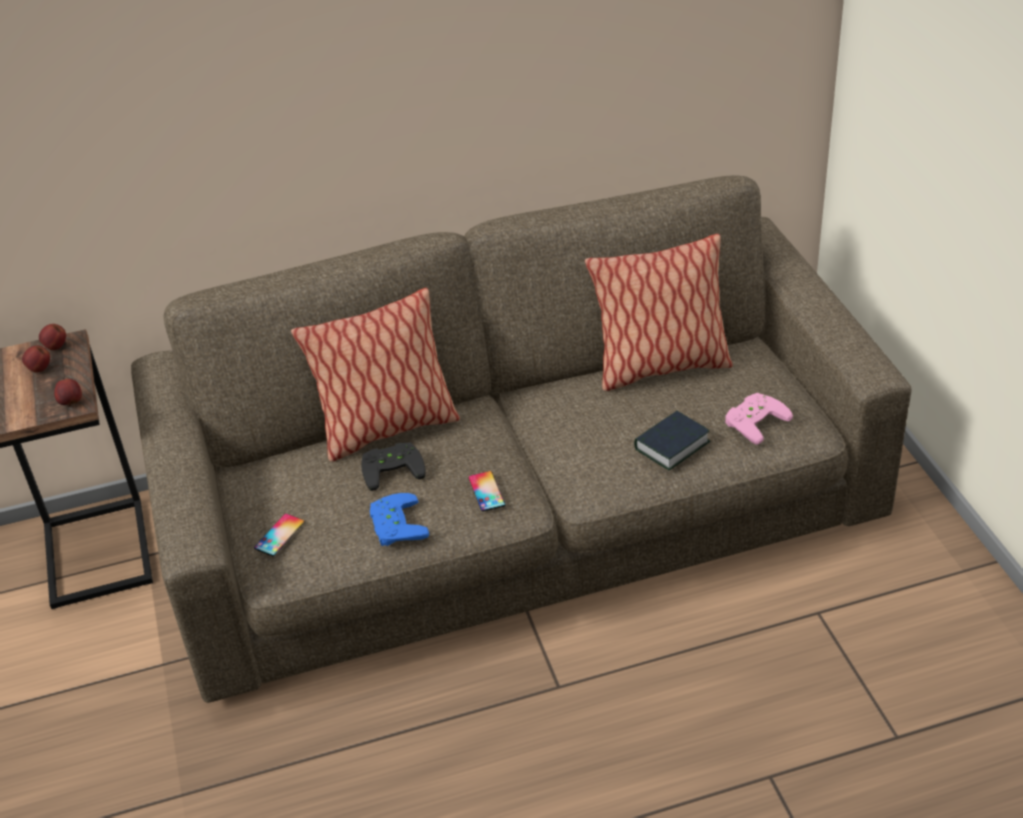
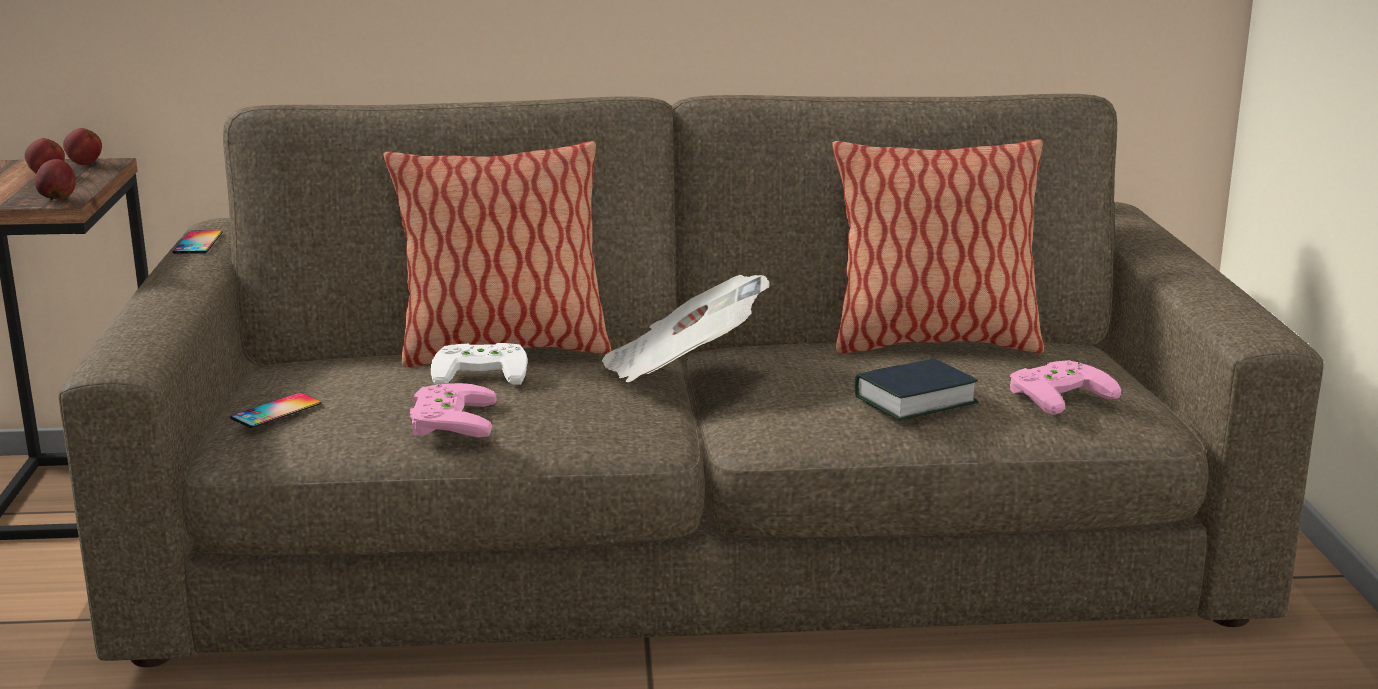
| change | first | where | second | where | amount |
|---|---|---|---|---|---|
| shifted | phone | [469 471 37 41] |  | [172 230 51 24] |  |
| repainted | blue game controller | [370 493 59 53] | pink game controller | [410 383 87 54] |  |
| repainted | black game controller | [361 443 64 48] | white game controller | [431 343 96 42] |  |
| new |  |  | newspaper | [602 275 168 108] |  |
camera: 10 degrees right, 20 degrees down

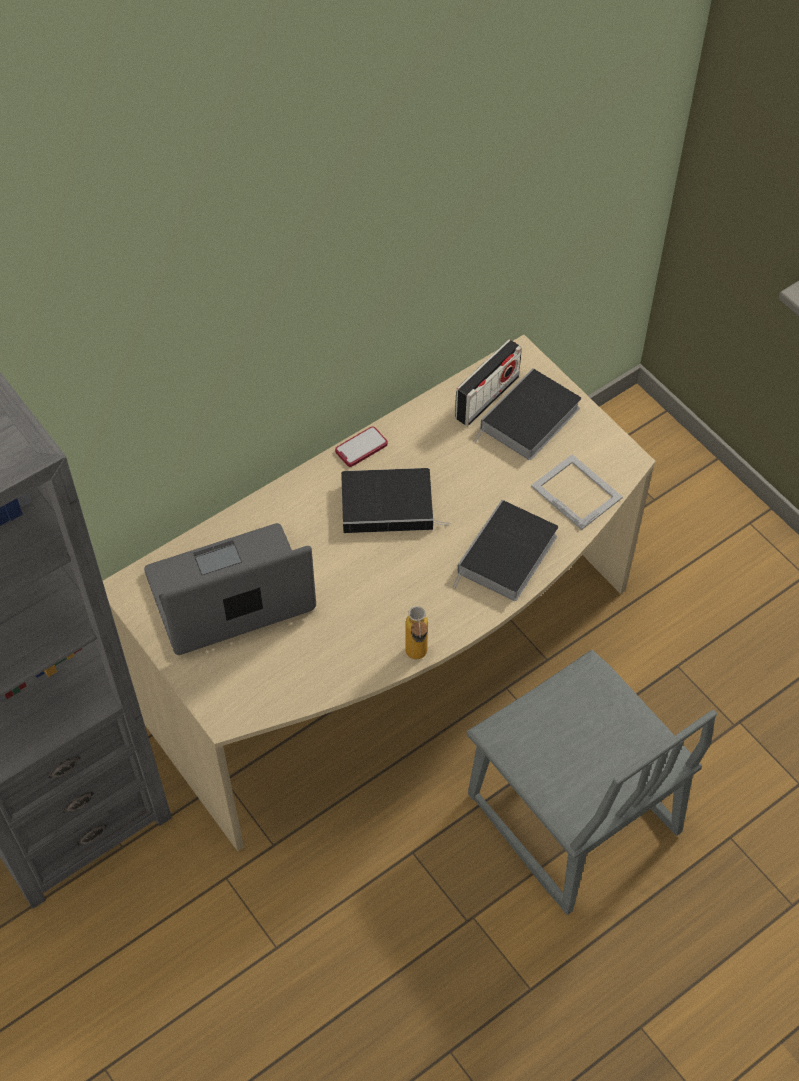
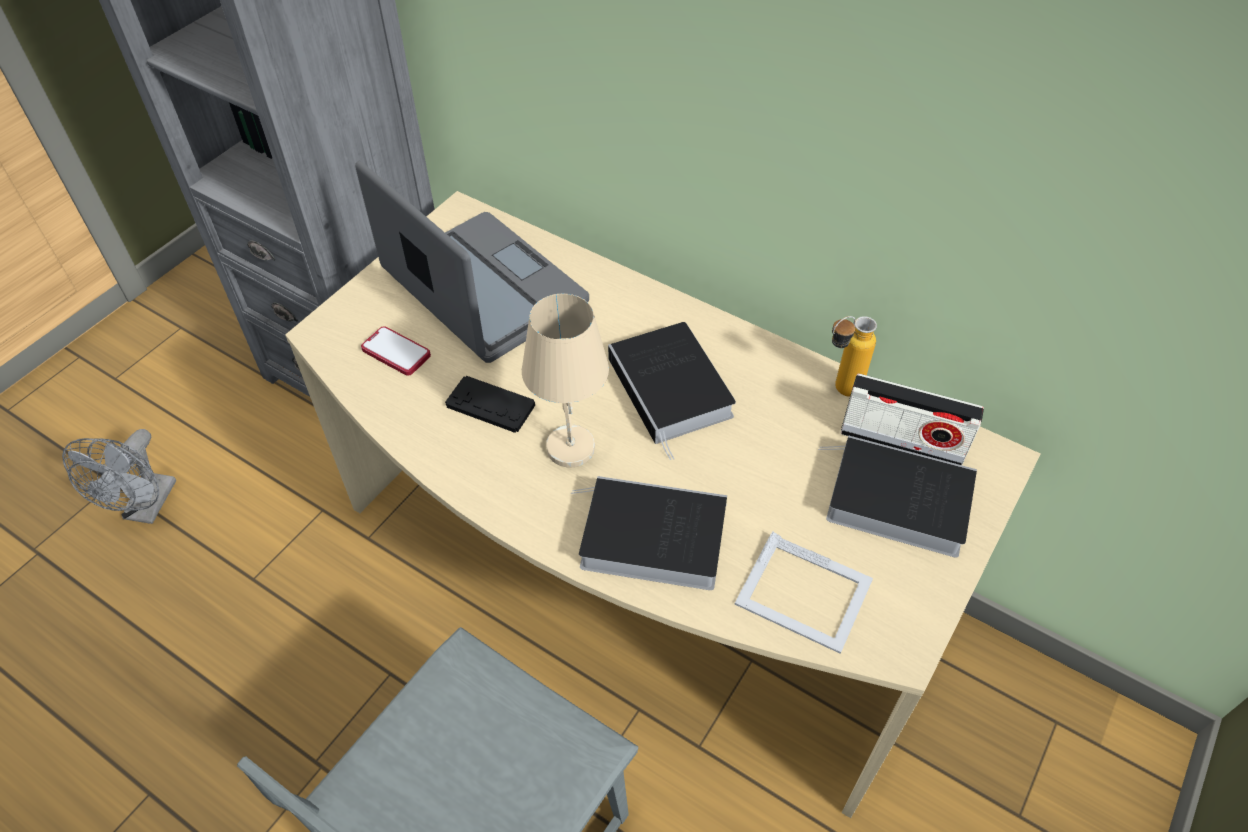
| change | first | where | second | where | amount |
|---|---|---|---|---|---|
| new |  |  | grey fan | [62 429 114 95] |  |
| shifted | phone | [335 426 53 41] |  | [361 326 70 50] |  |
| new |  |  | black game controller | [445 376 90 57] |  |
| new |  |  | beige table lamp | [522 294 87 173] |  |
| rotated | picture frame | [531 454 92 76] |  | [735 532 138 122] | 90 degrees clockwise |
| shifted | bottle | [405 606 23 53] |  | [832 316 45 81] |  |
camera: 70 degrees right, 5 degrees down

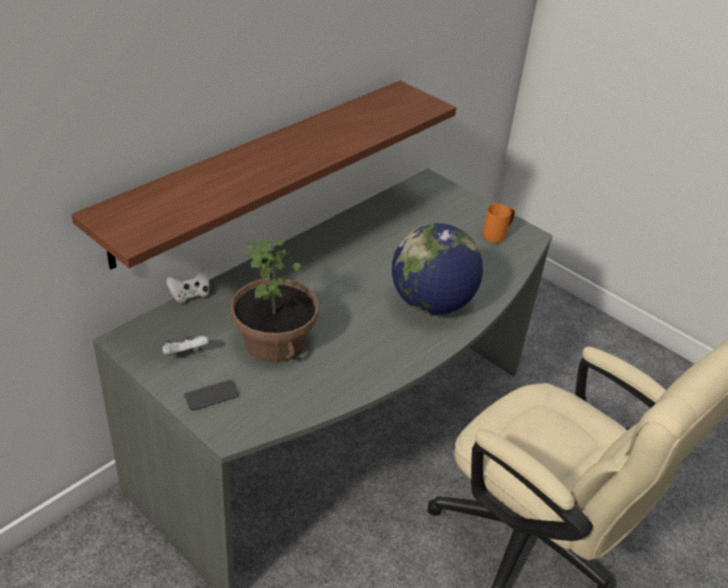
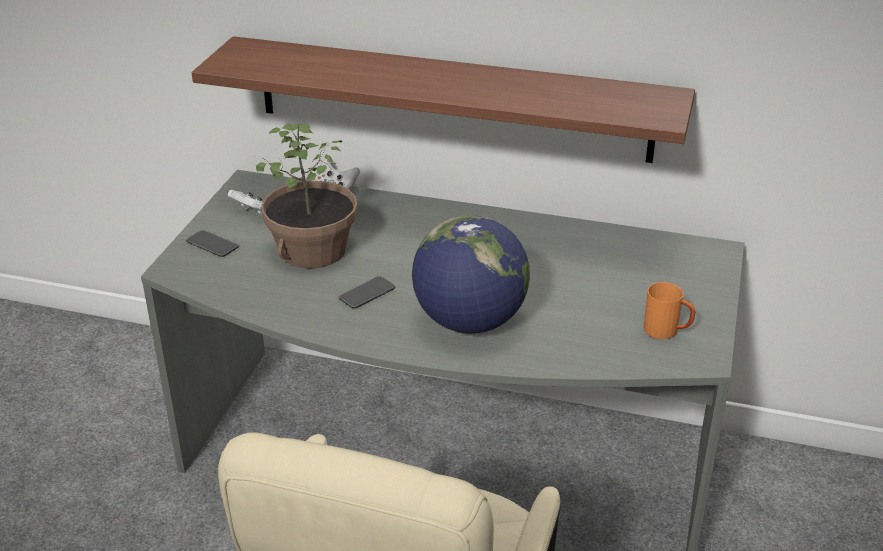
| change | first | where | second | where | amount |
|---|---|---|---|---|---|
| new |  |  | phone | [339 276 56 33] |  |
camera: 65 degrees right, 5 degrees down

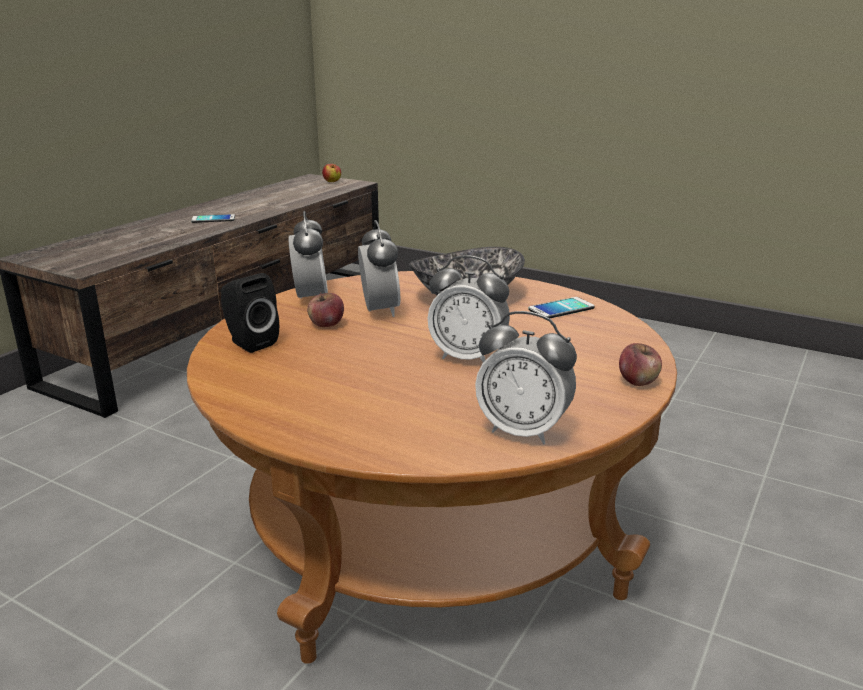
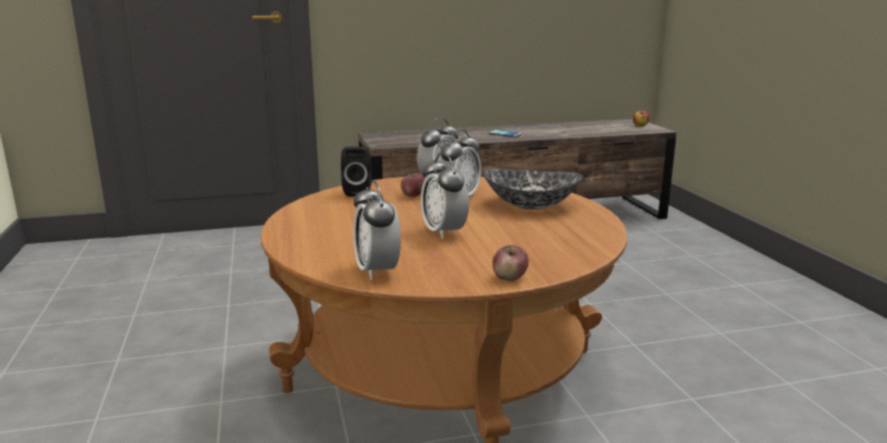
| change | first | where | second | where | amount |
|---|---|---|---|---|---|
| gone | phone | [528 297 67 21] |  |  |  |
camera: 45 degrees right, 5 degrees down

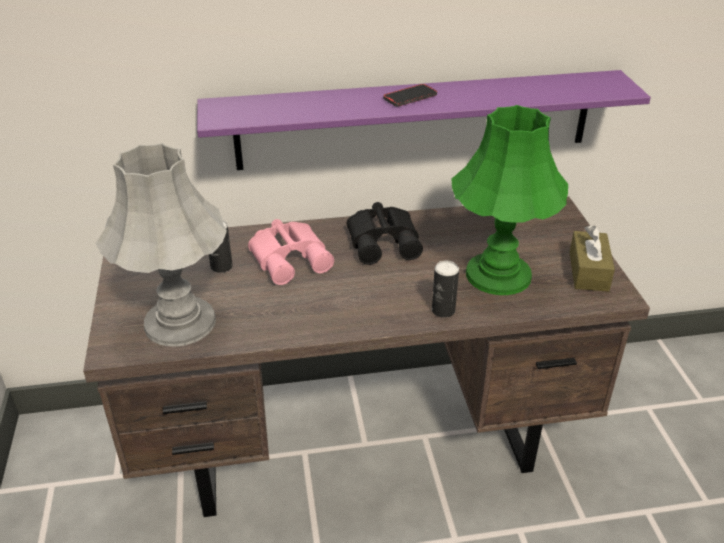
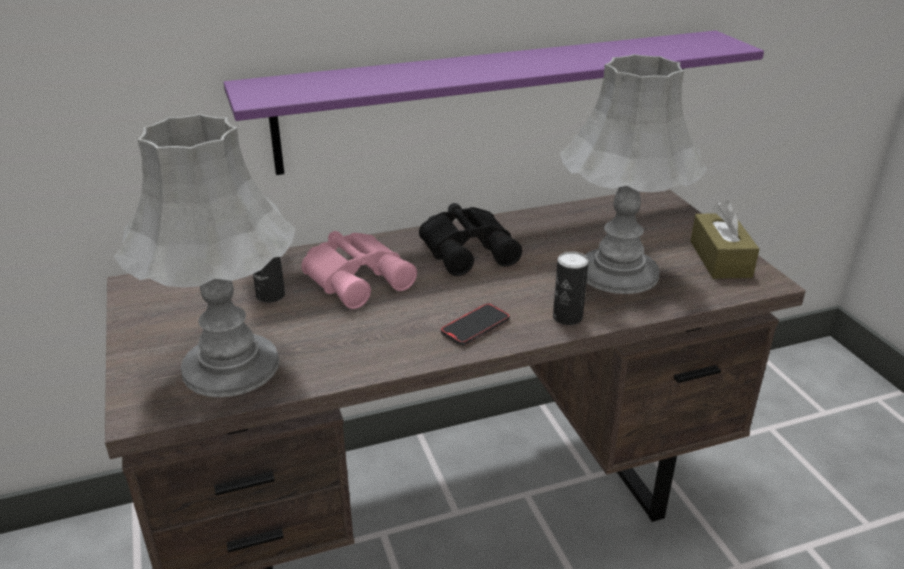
| change | first | where | second | where | amount |
|---|---|---|---|---|---|
| shifted | phone | [383 84 54 22] |  | [441 303 69 43] |  |
| repainted | green table lamp | [452 105 116 190] | grey table lamp | [560 54 147 240] |  |
camera: 10 degrees left, 5 degrees down

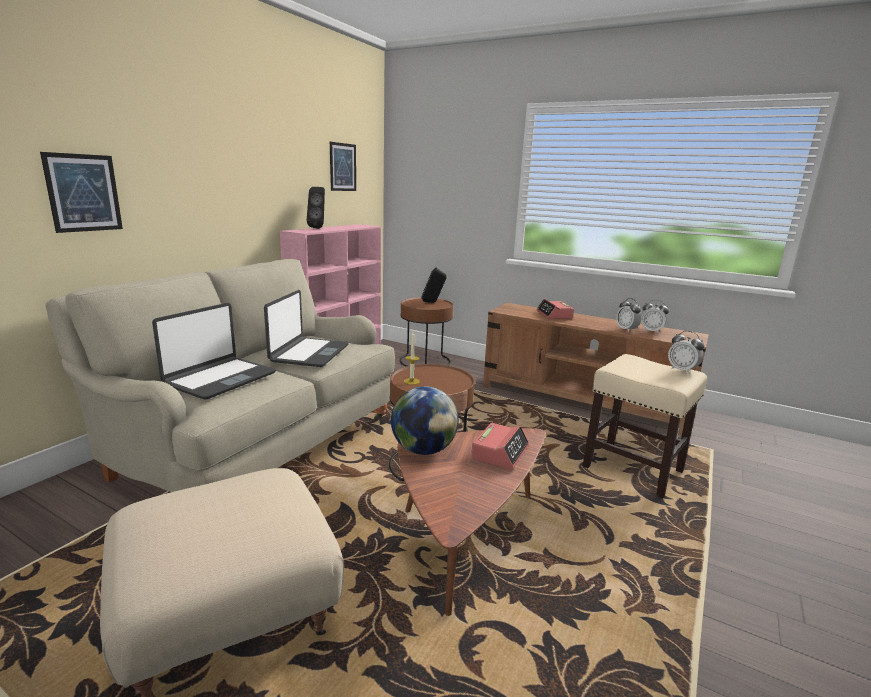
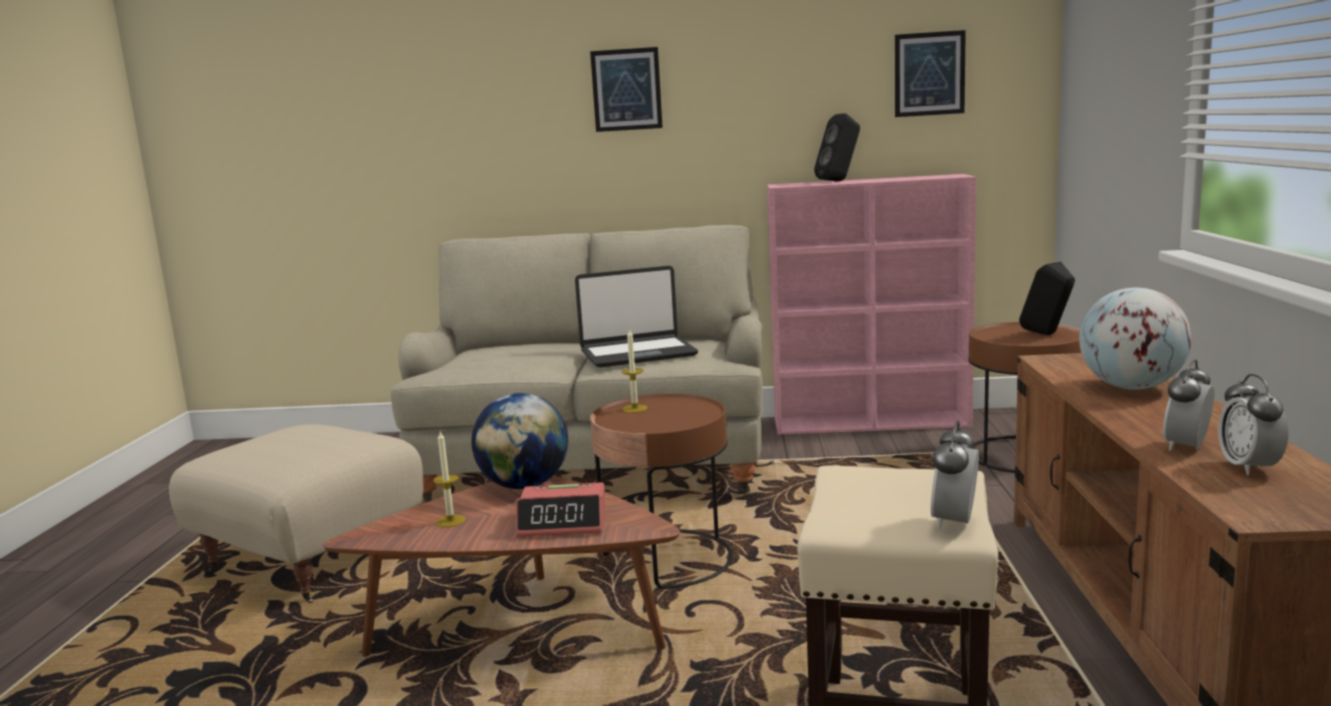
| change | first | where | second | where | amount |
|---|---|---|---|---|---|
| new |  |  | candle | [433 431 33 96] |  |
| shifted | picture | [40 152 83 81] |  | [590 47 73 85] |  |
| swapped | alarm clock | [536 299 38 20] | globe | [1079 288 113 102] |  |
| gone | laptop | [152 303 124 96] |  |  |  |
camera: 65 degrees right, 5 degrees down

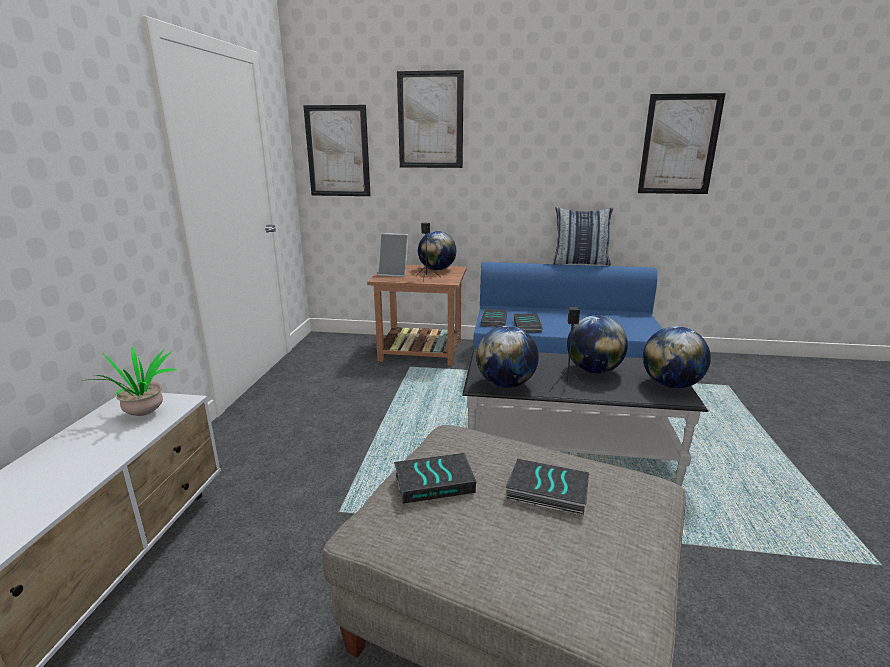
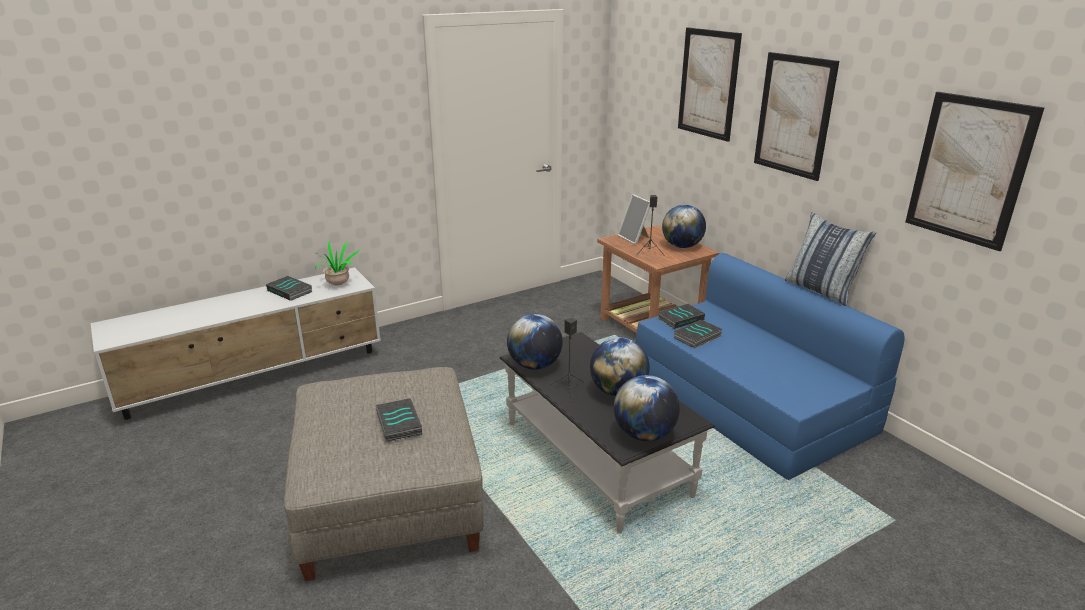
| change | first | where | second | where | amount |
|---|---|---|---|---|---|
| shifted | book | [394 453 82 51] |  | [266 276 46 25] |  |
| shifted | picture | [303 105 68 91] |  | [754 52 85 129] |  |
camera: 50 degrees right, 5 degrees up

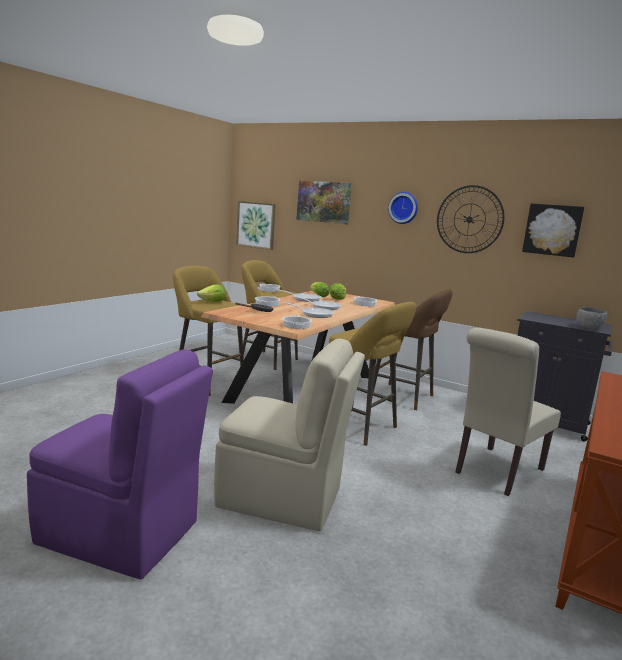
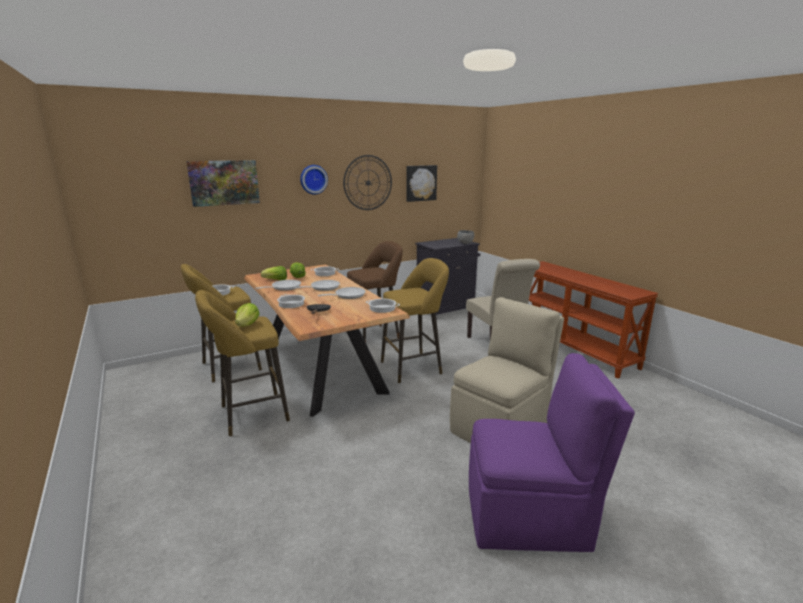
| change | first | where | second | where | amount |
|---|---|---|---|---|---|
| rotated | purple chair | [27 349 186 230] |  | [469 353 166 199] | 45 degrees clockwise |
| gone | picture | [236 201 40 49] |  |  |  |
camera: 60 degrees left, 5 degrees up

